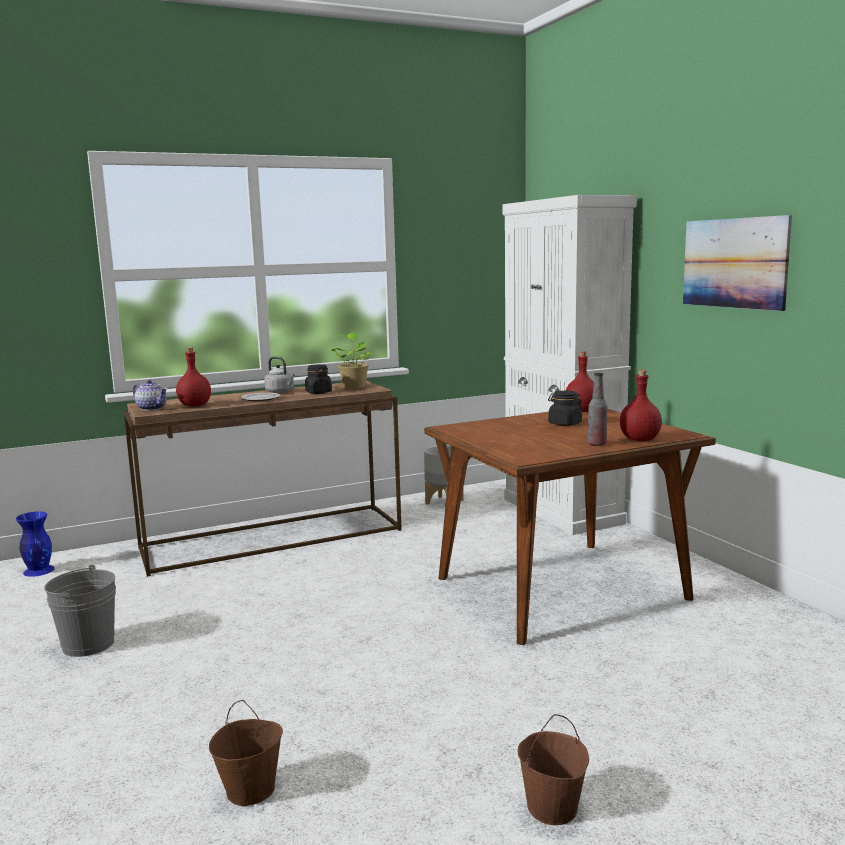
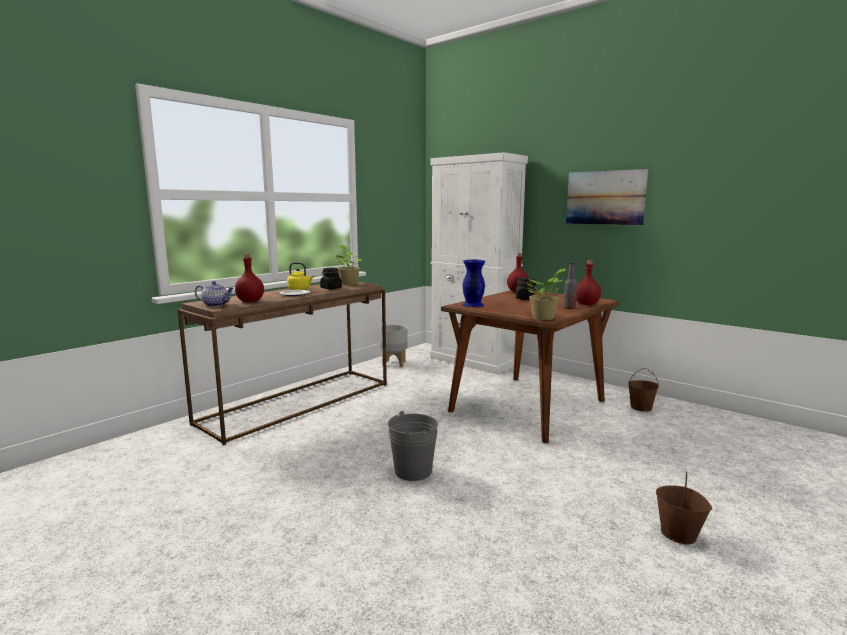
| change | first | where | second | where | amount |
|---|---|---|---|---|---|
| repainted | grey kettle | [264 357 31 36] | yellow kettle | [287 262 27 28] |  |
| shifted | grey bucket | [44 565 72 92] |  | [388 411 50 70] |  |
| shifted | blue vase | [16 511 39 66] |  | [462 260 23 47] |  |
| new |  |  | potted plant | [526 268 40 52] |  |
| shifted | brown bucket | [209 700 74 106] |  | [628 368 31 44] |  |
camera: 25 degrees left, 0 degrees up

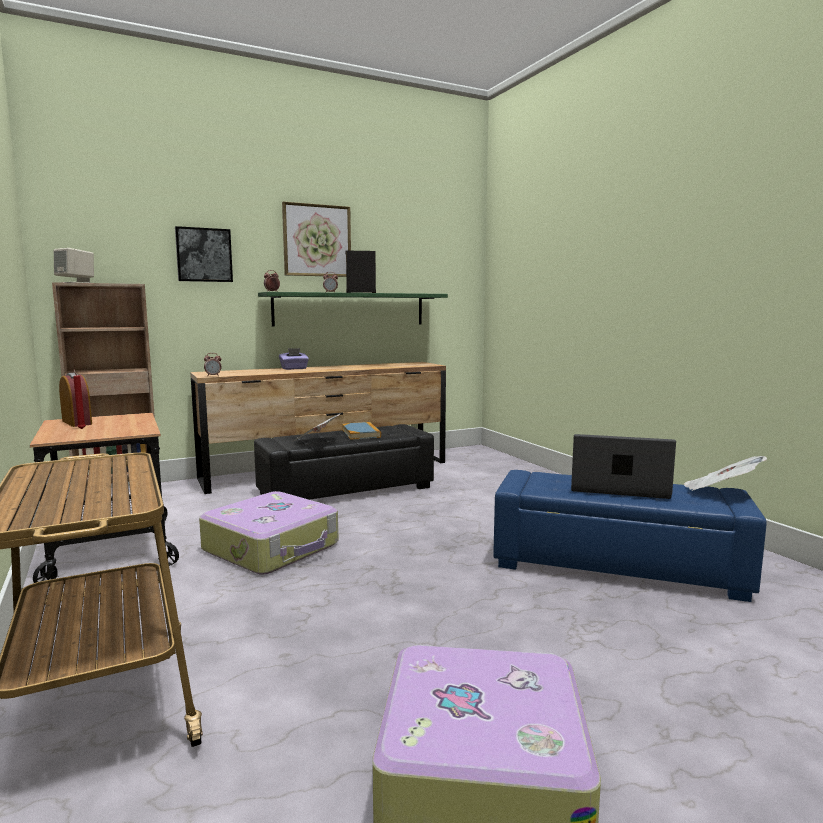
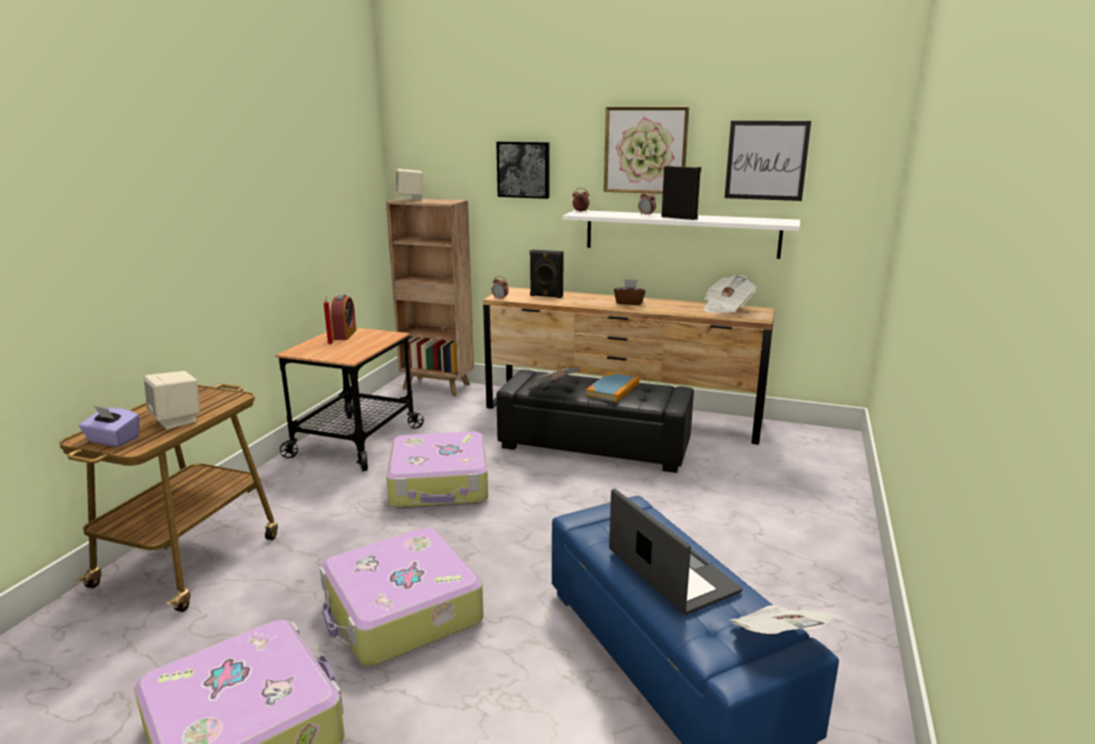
| change | first | where | second | where | amount |
|---|---|---|---|---|---|
| shifted | purple tissue box | [279 348 30 22] |  | [79 406 61 41] |  |
| new |  |  | beige speaker | [144 371 56 58] |  |
| new |  |  | suitcase | [320 528 164 138] |  |
| new |  |  | black speaker | [530 250 34 48] |  |
| repainted | green shelf | [258 292 190 35] | white shelf | [562 210 238 49] |  |
| new |  |  | brown tissue box | [614 279 32 26] |  |
| new |  |  | newspaper | [704 275 52 38] |  |
| new |  |  | picture | [725 121 86 80] |  |
camera: 45 degrees right, 10 degrees up

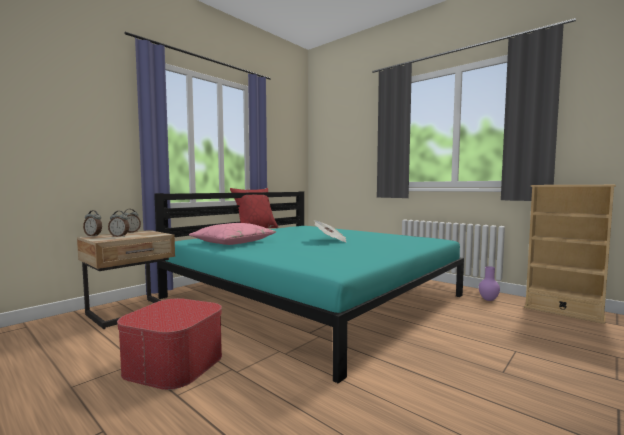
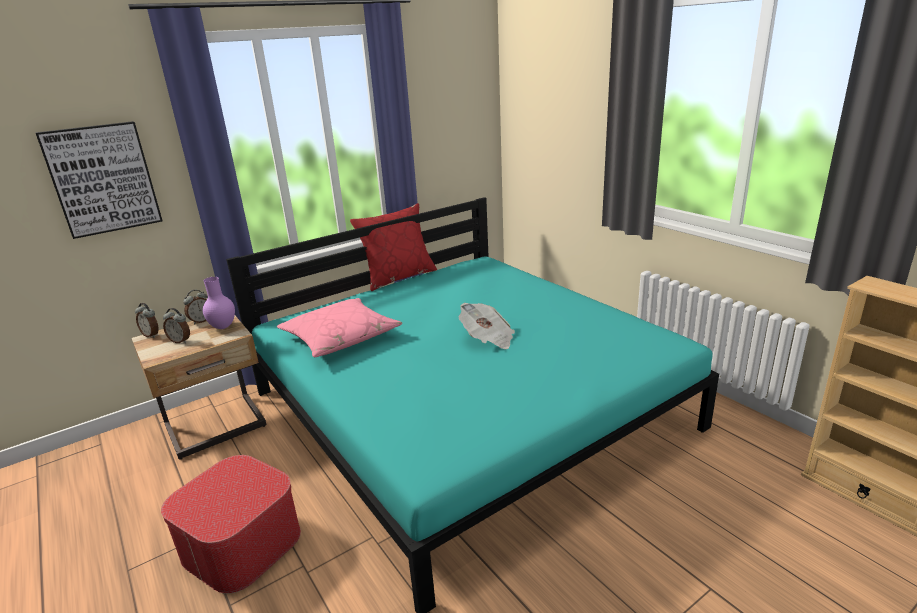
| change | first | where | second | where | amount |
|---|---|---|---|---|---|
| new |  |  | picture | [35 121 128 118] |  |
| shifted | purple vase | [479 266 21 35] |  | [203 277 32 52] |  |
camera: 15 degrees right, 20 degrees up

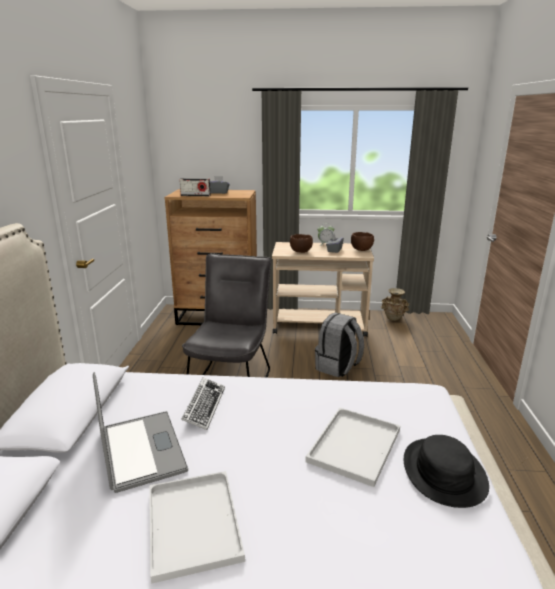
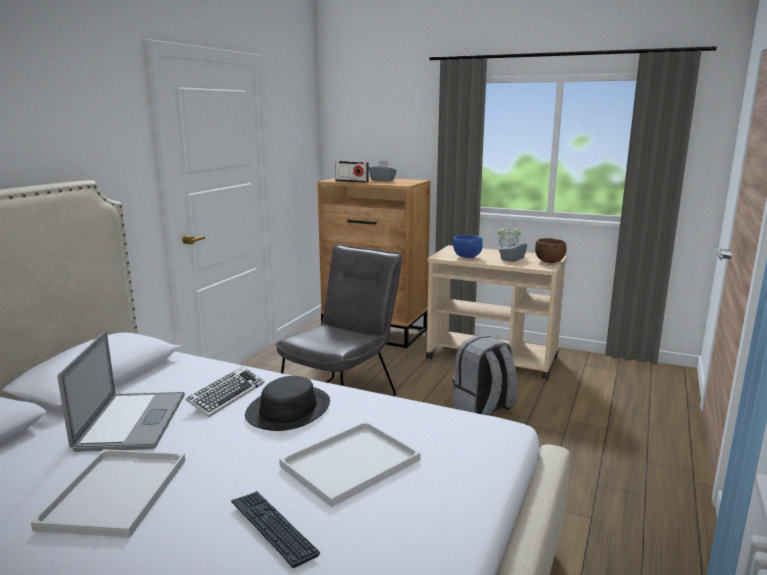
| change | first | where | second | where | amount |
|---|---|---|---|---|---|
| new |  |  | keyboard | [231 491 89 77] |  |
| shifted | black hat | [404 435 85 73] |  | [245 376 85 55] |  |
| repainted | brown bowl | [290 234 23 19] | blue bowl | [453 235 30 23] |  |
| gone | beige vase | [381 288 28 33] |  |  |  |
camera: 20 degrees right, 5 degrees down

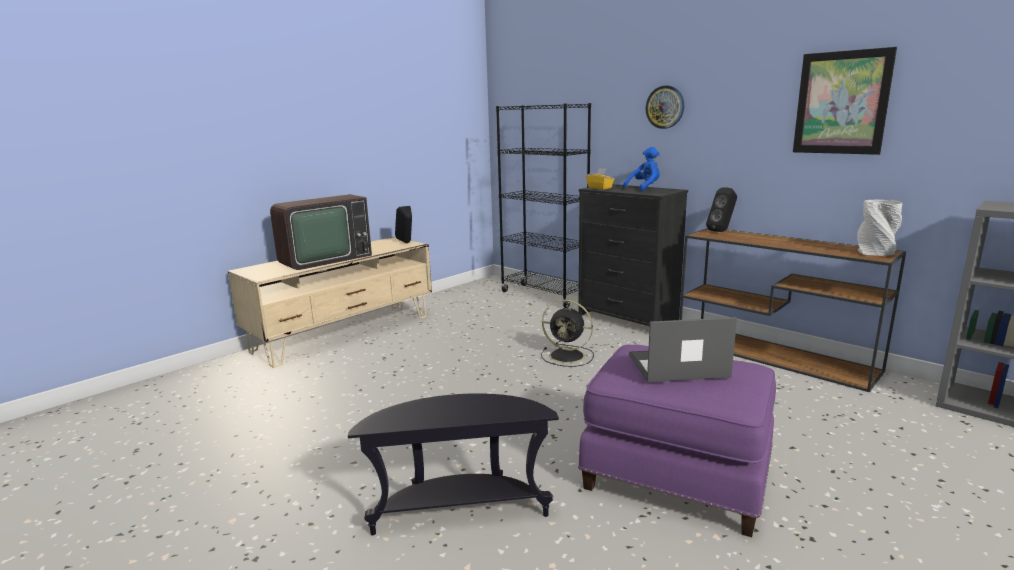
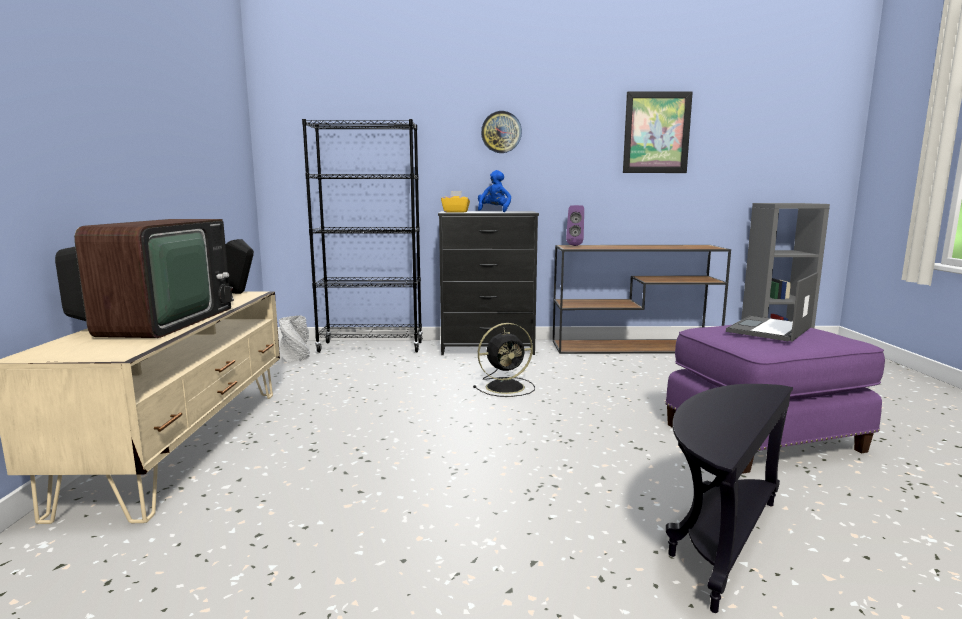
| change | first | where | second | where | amount |
|---|---|---|---|---|---|
| shifted | grey vase | [857 200 45 56] |  | [279 315 31 47] |  |
| repainted | black speaker | [706 187 31 45] | purple speaker | [566 205 18 41] |  |
camera: 45 degrees left, 5 degrees down

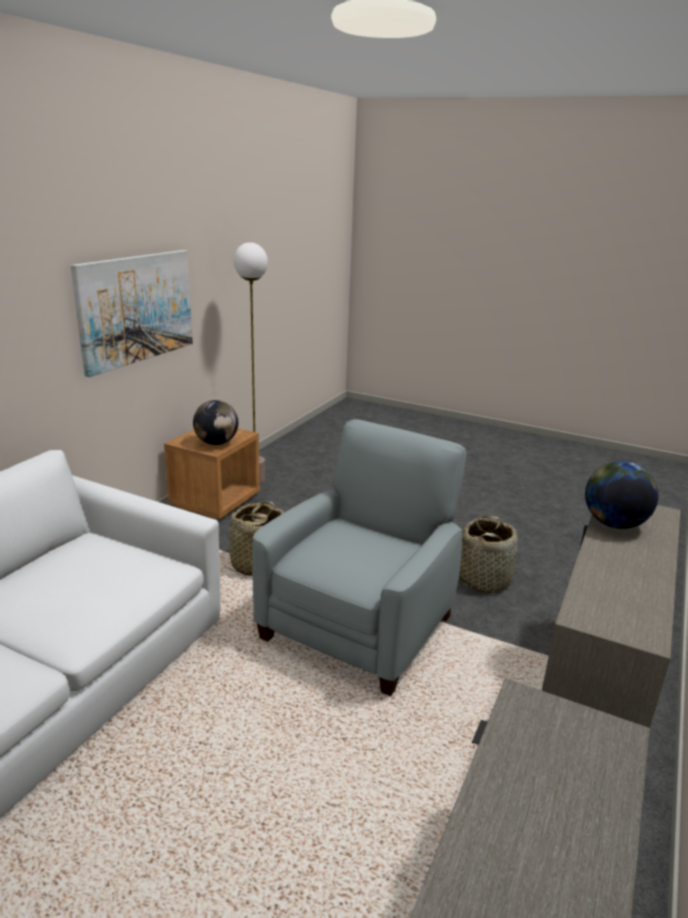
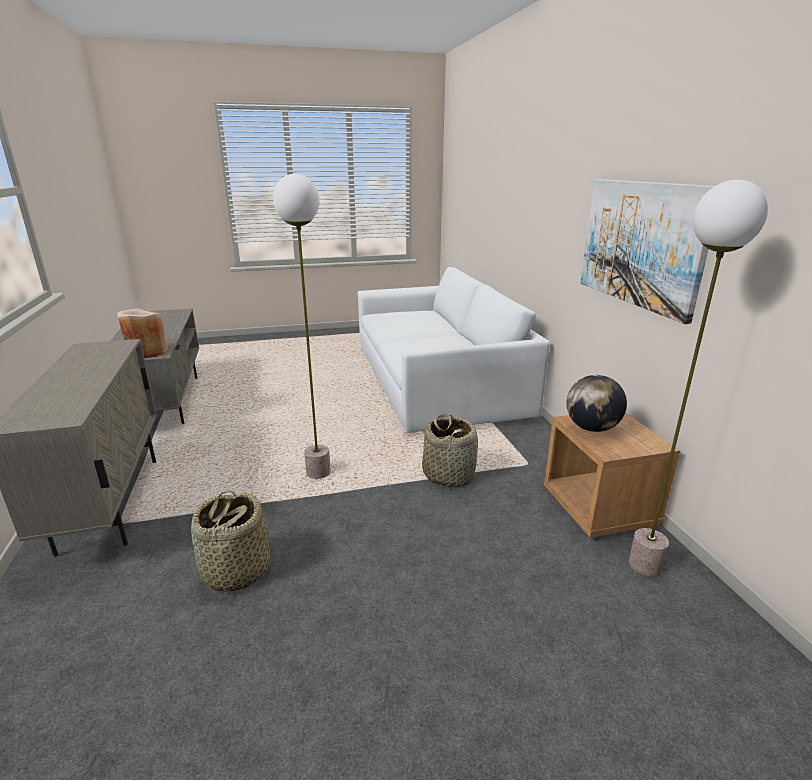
| change | first | where | second | where | amount |
|---|---|---|---|---|---|
| new |  |  | beige vase | [117 308 51 50] |  |
| swapped | grey armchair | [252 419 214 277] | floor lamp | [273 174 58 305] |  |
| gone | globe | [585 461 73 68] |  |  |  |
camera: 140 degrees right, 0 degrees up

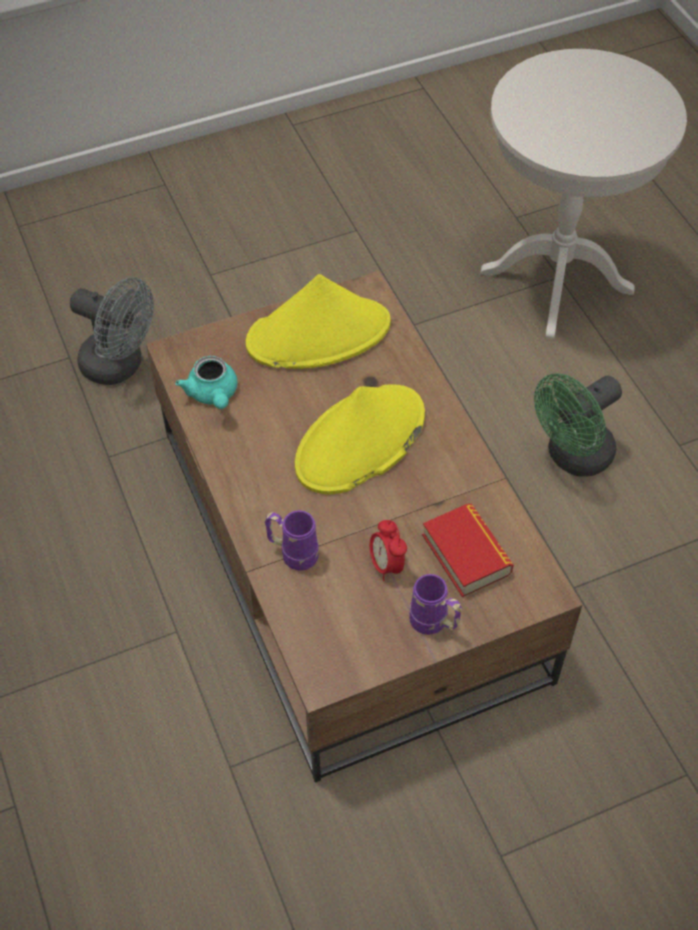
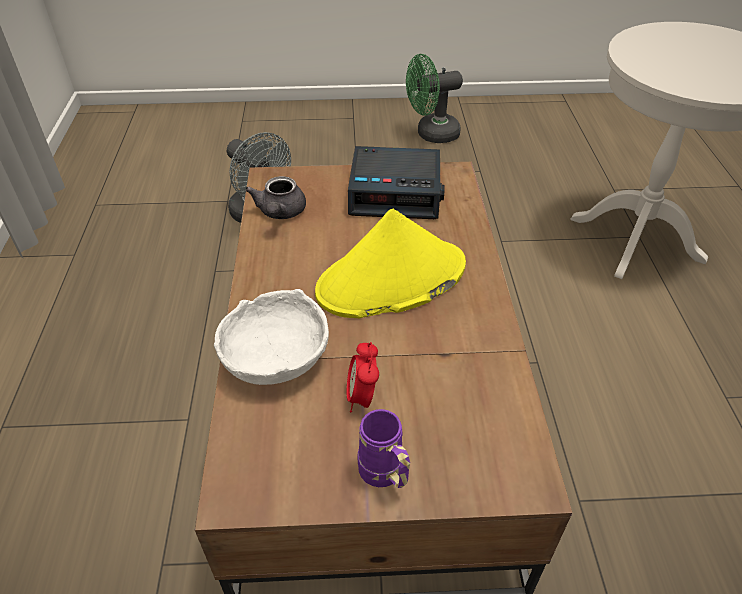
| change | first | where | second | where | amount |
|---|---|---|---|---|---|
| swapped | purple mug | [265 510 54 61] | white bowl | [214 289 115 96] |  |
| repainted | turquoise teapot | [176 356 62 53] | grey teapot | [245 176 61 43] |  |
| swapped | yellow hat | [246 274 145 95] | alarm clock | [348 146 97 73] |  |
| shifted | green fan | [534 373 88 104] |  | [406 54 57 89] |  |
| gone | book | [422 503 91 94] |  |  |  |
camera: 20 degrees right, 10 degrees down

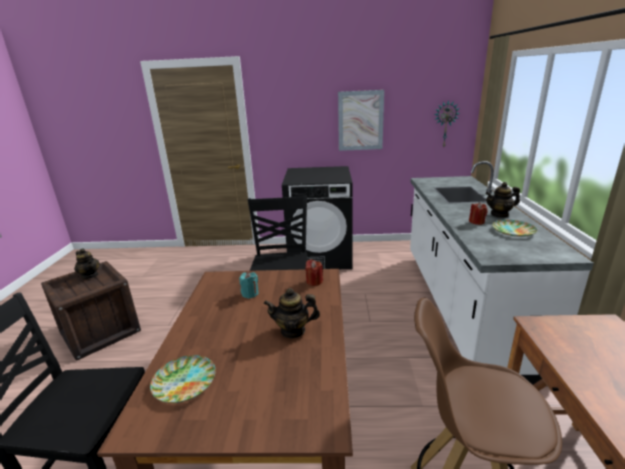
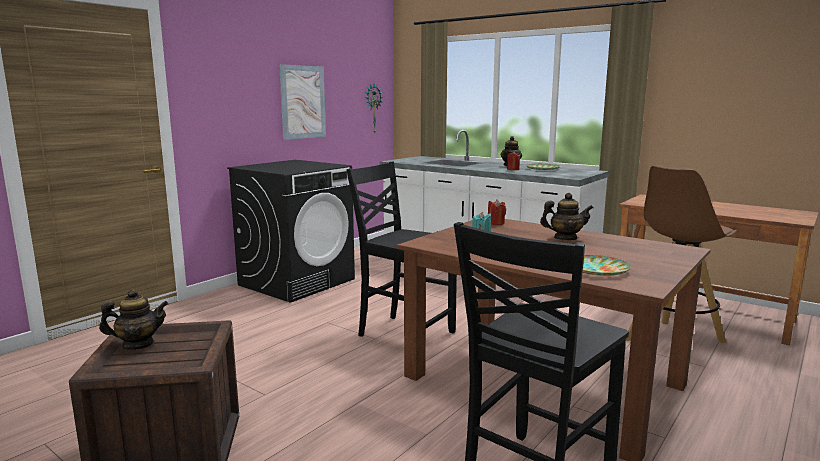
| change | first | where | second | where | amount |
|---|---|---|---|---|---|
| rotated | teapot | [264 288 56 51] |  | [540 193 53 47] | 120 degrees counterclockwise |
camera: 55 degrees left, 10 degrees down

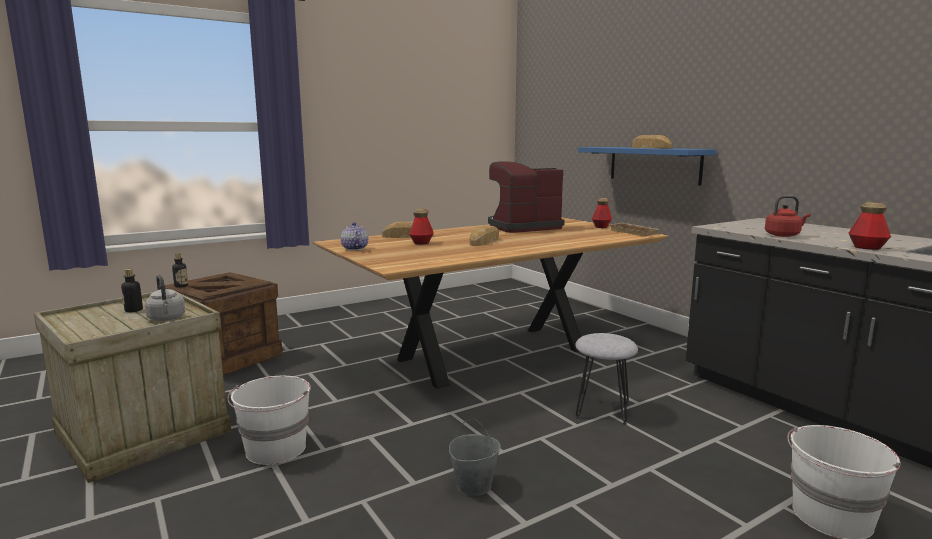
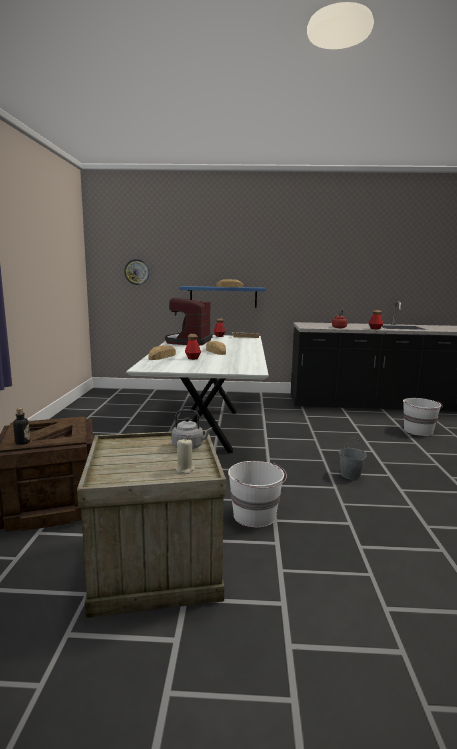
| change | first | where | second | where | amount |
|---|---|---|---|---|---|
| new |  |  | wall clock | [124 259 25 26] |  |
| repainted | brown dining table | [313 217 355 171] | white dining table | [126 335 143 118] |  |
| new |  |  | beige candle | [175 439 20 35] |  |
| gone | bottle | [121 269 22 43] |  |  |  |
| gone | teapot | [341 222 27 28] |  |  |  |
| gone | grey stool | [575 333 63 92] |  |  |  |
camera: 55 degrees left, 0 degrees up

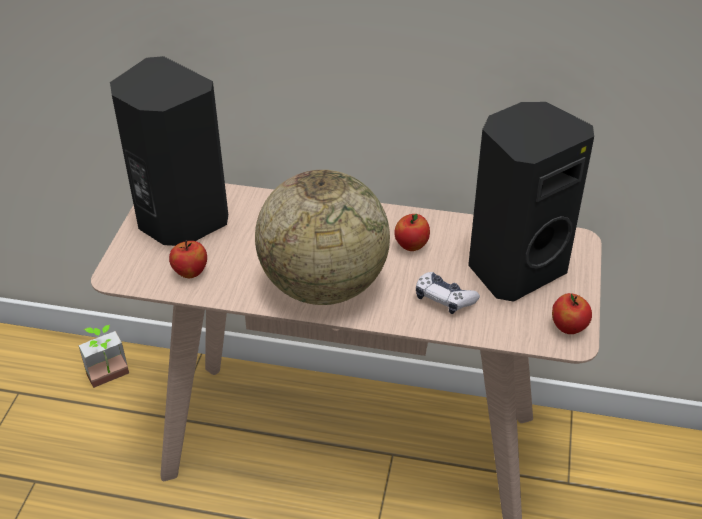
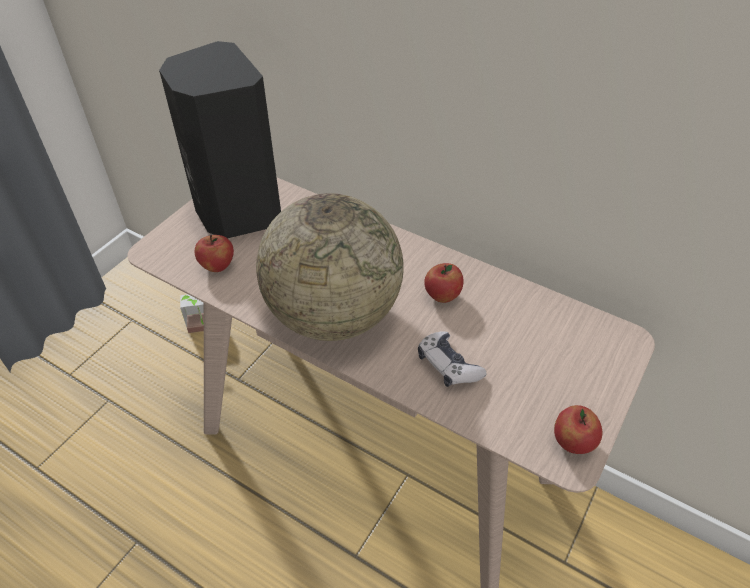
| change | first | where | second | where | amount |
|---|---|---|---|---|---|
| gone | black speaker | [468 102 126 200] |  |  |  |
camera: 20 degrees right, 5 degrees up

